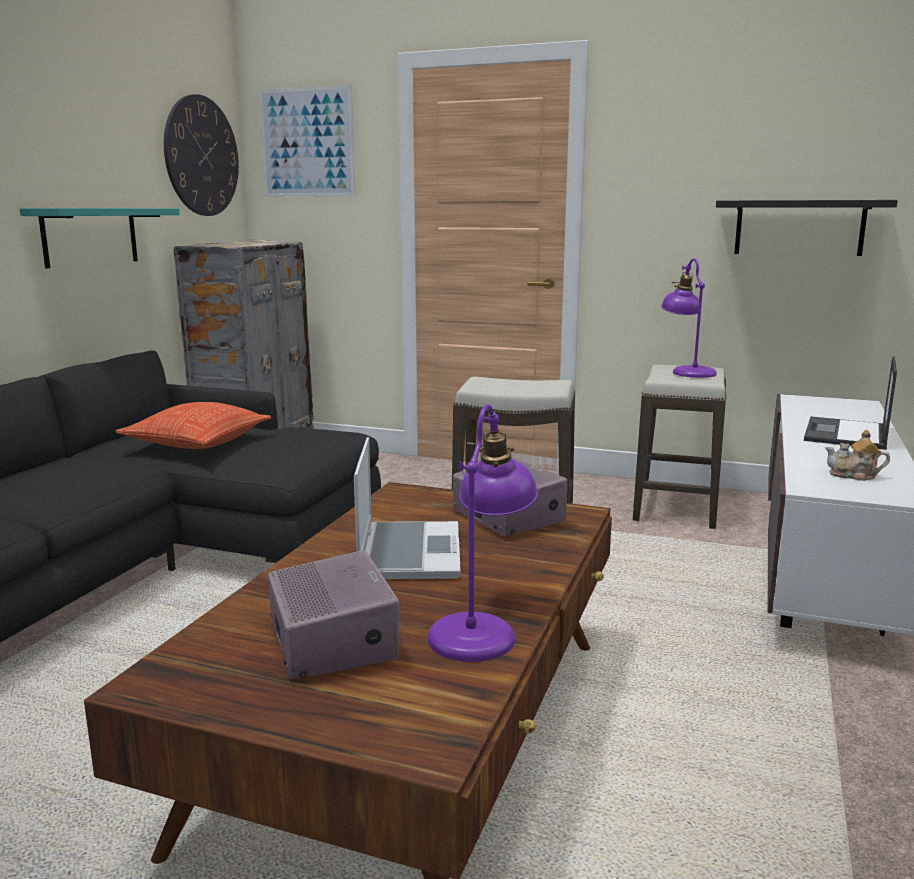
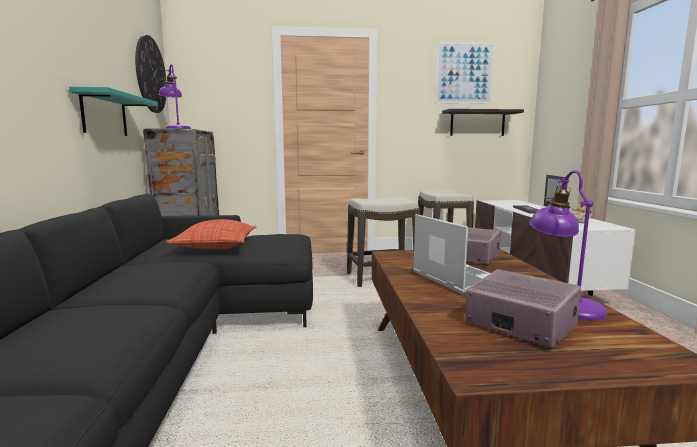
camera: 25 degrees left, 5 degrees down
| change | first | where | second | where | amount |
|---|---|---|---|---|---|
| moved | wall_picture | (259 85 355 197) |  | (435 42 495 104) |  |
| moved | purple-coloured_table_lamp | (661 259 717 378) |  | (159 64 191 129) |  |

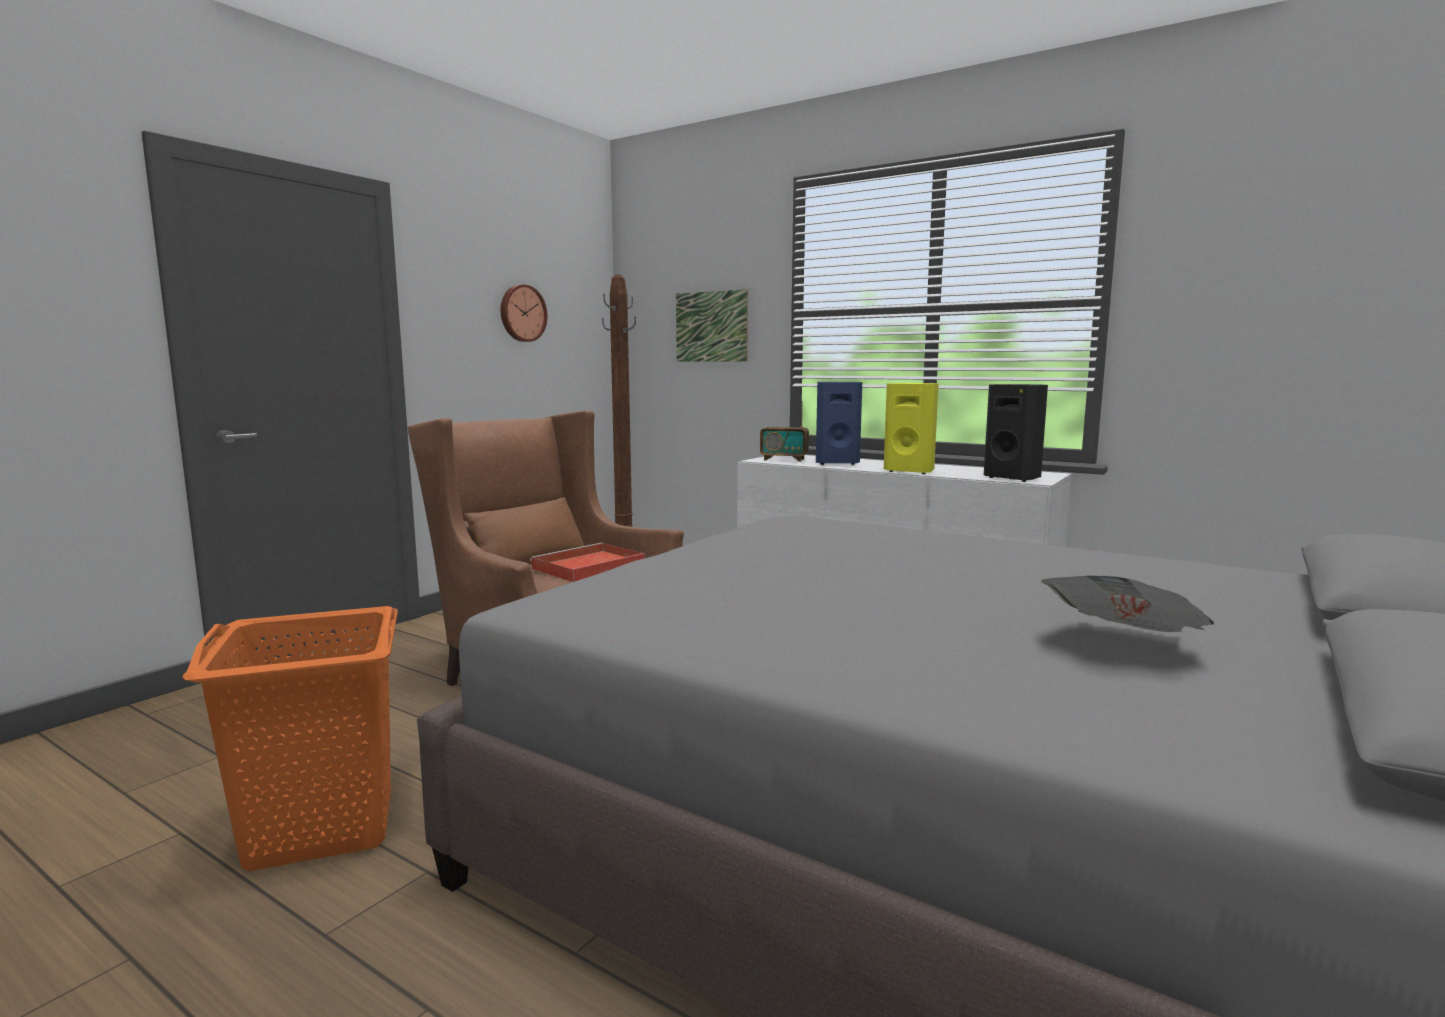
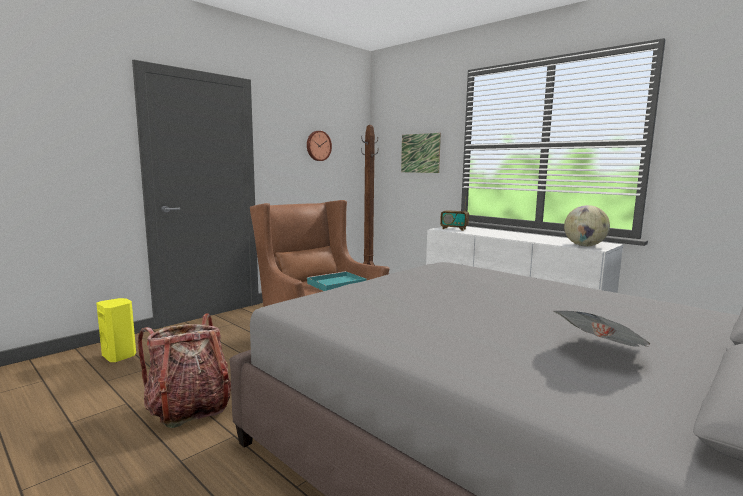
camera: 10 degrees right, 0 degrees up
| change | first | where | second | where | amount |
|---|---|---|---|---|---|
| removed | bluish_audio_speaker | (816 382 862 465) |  |  |  |
| moved | yellow-coloured_audio_speaker | (884 383 939 474) |  | (96 298 136 362) |  |
| replaced | blackish_audio_speaker | (984 384 1048 482) | world_globe | (564 205 610 246) |  |
| recoloured | red-coloured_serving_tray | (530 543 645 582) | turquoise_serving_tray | (307 271 367 291) |  |
| replaced | orangey_hamper | (182 606 398 871) | backpack | (138 313 231 428) |  |

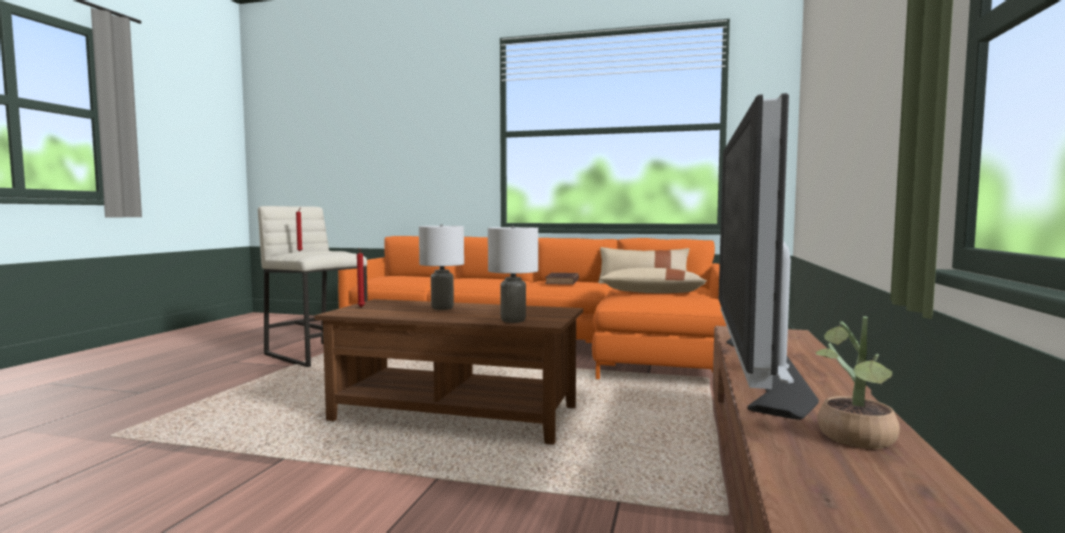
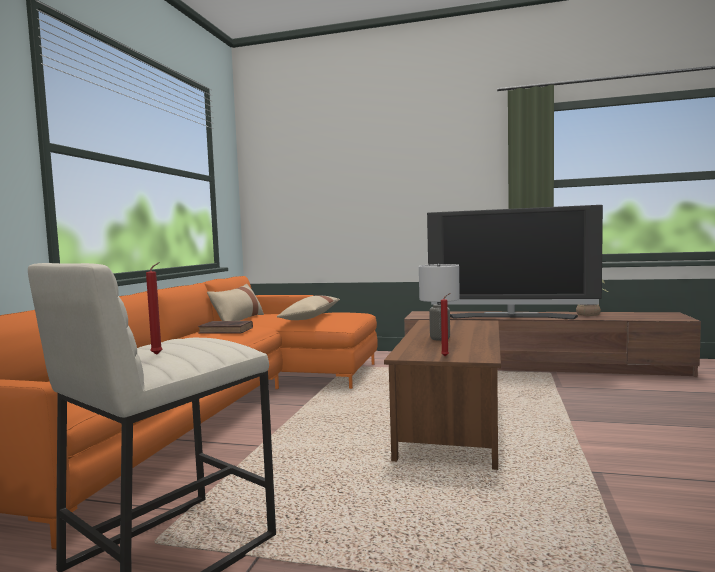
camera: 90 degrees left, 0 degrees up
| change | first | where | second | where | amount |
|---|---|---|---|---|---|
| removed | whitish_table_lamp | (488 226 538 323) |  |  |  |

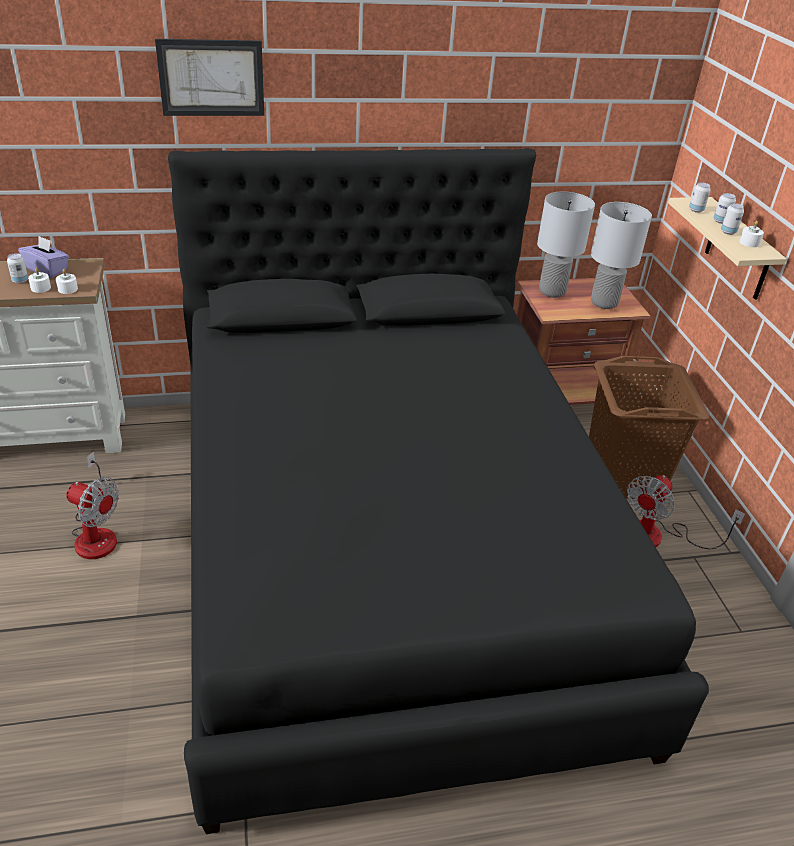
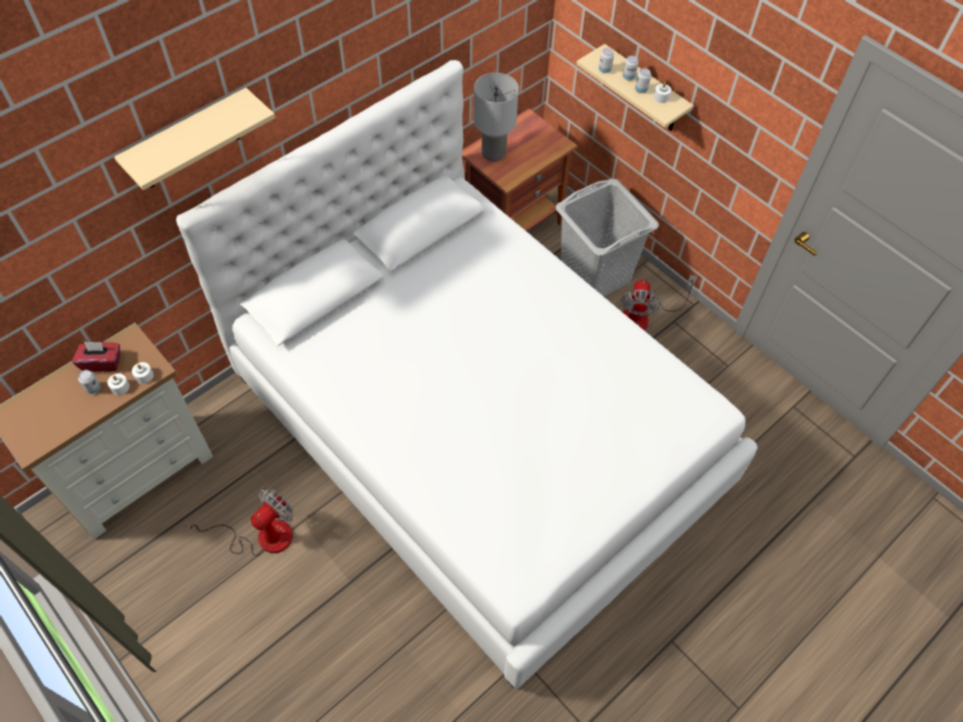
camera: 30 degrees left, 20 degrees up
| change | first | where | second | where | amount |
|---|---|---|---|---|---|
| replaced | wall_picture | (155 39 264 116) | beige_wall_shelf | (114 88 275 190) |  |
| recoloured | blackish_bedroom_bed | (168 148 709 834) | whitish_bedroom_bed | (176 60 758 689) |  |
| removed | greyish_table_lamp | (591 202 652 309) |  |  |  |
| recoloured | purple-coloured_tissue_box | (18 236 69 278) | red-coloured_tissue_box | (72 342 120 372) |  |
| recoloured | brown-coloured_hamper | (589 356 710 499) | greyish_hamper | (556 179 659 296) |  |
| turned | electric_fan | (66 452 119 559) |  | (184 488 294 556) | 45 degrees counterclockwise |

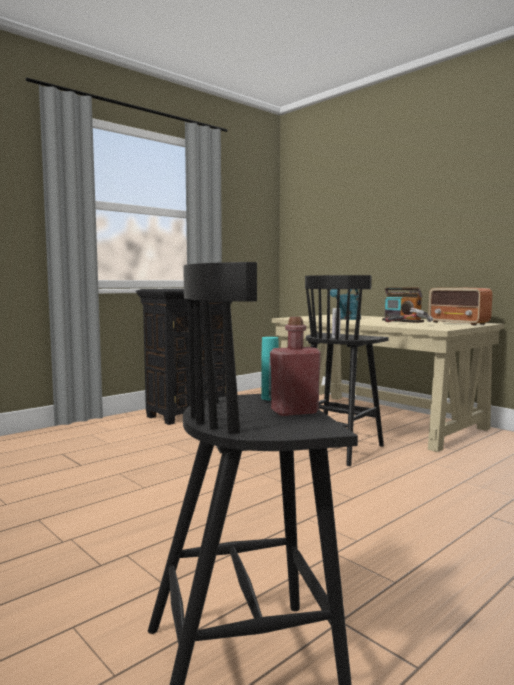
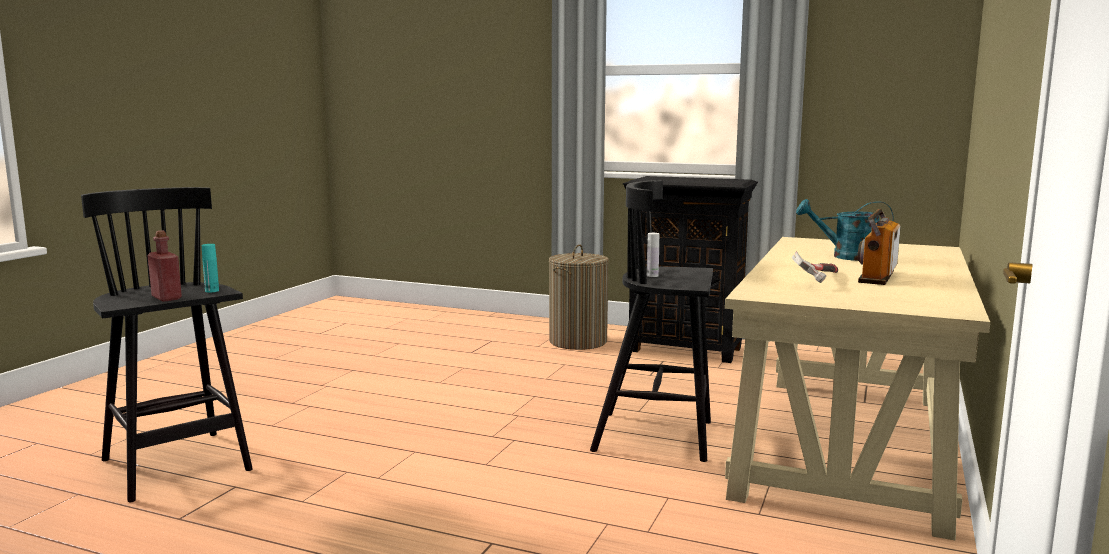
camera: 65 degrees right, 5 degrees up
| change | first | where | second | where | amount |
|---|---|---|---|---|---|
| removed | radio_receiver | (428 288 492 325) |  |  |  |
| added |  |  | hamper | (549 244 609 350) |  |

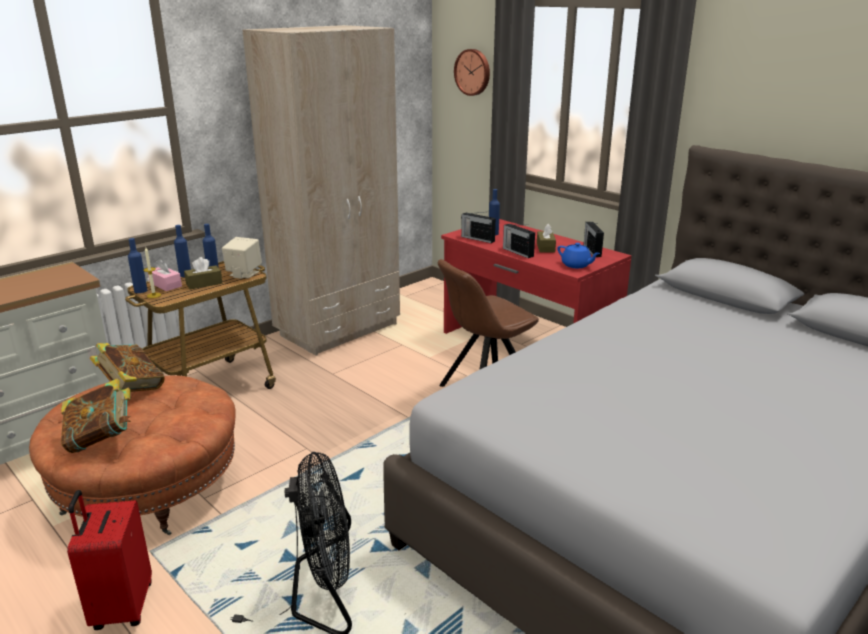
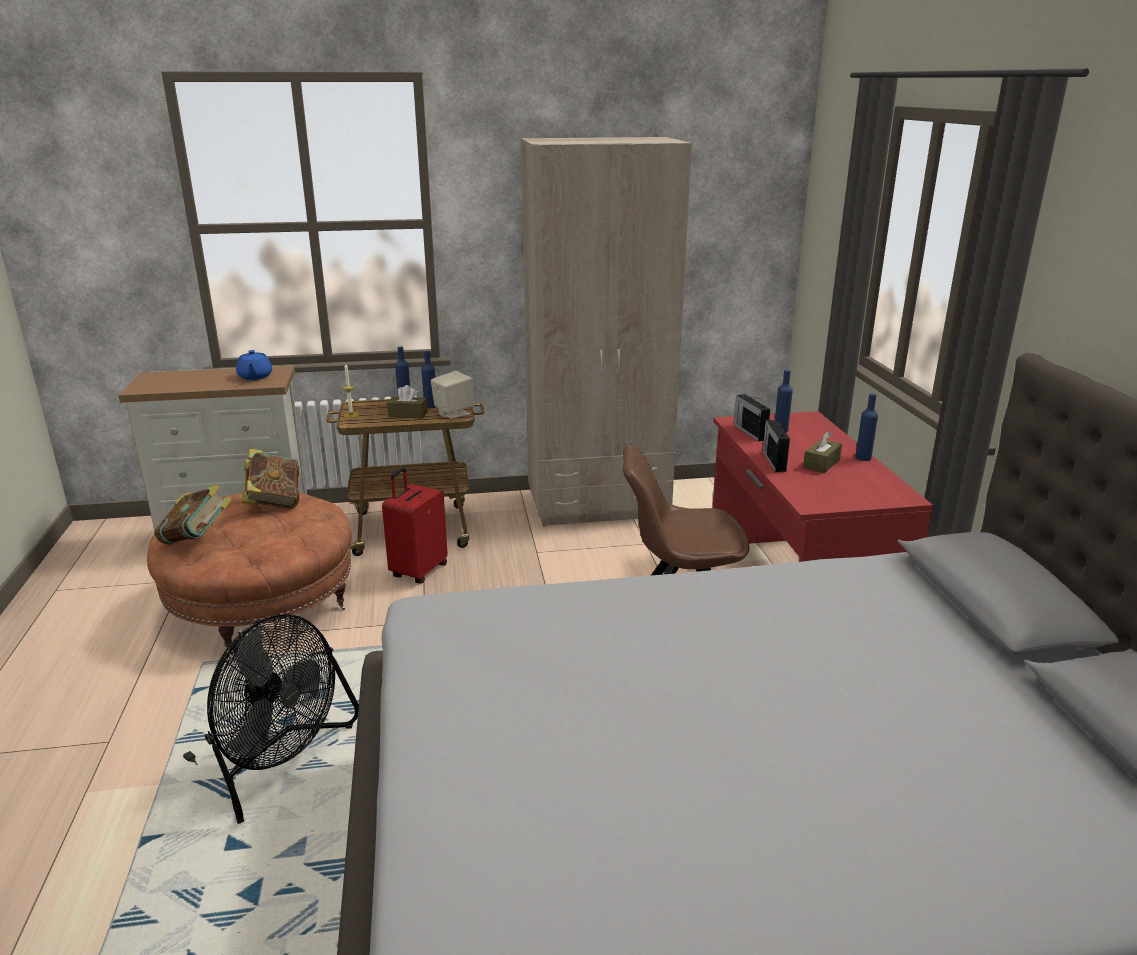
camera: 35 degrees right, 0 degrees up
| change | first | where | second | where | amount |
|---|---|---|---|---|---|
| removed | wall_clock | (454 49 490 96) |  |  |  |
| removed | radio_receiver | (584 222 604 257) |  |  |  |
| moved | bluish_beverage_bottle | (128 238 147 293) |  | (855 393 878 461) |  |
| moved | bluish_tea_pot | (558 243 600 268) |  | (236 350 272 380) |  |
| removed | pink-coloured_tissue_box | (148 259 182 291) |  |  |  |
| moved | red-coloured_travel_case | (67 490 152 630) |  | (382 467 448 584) |  |

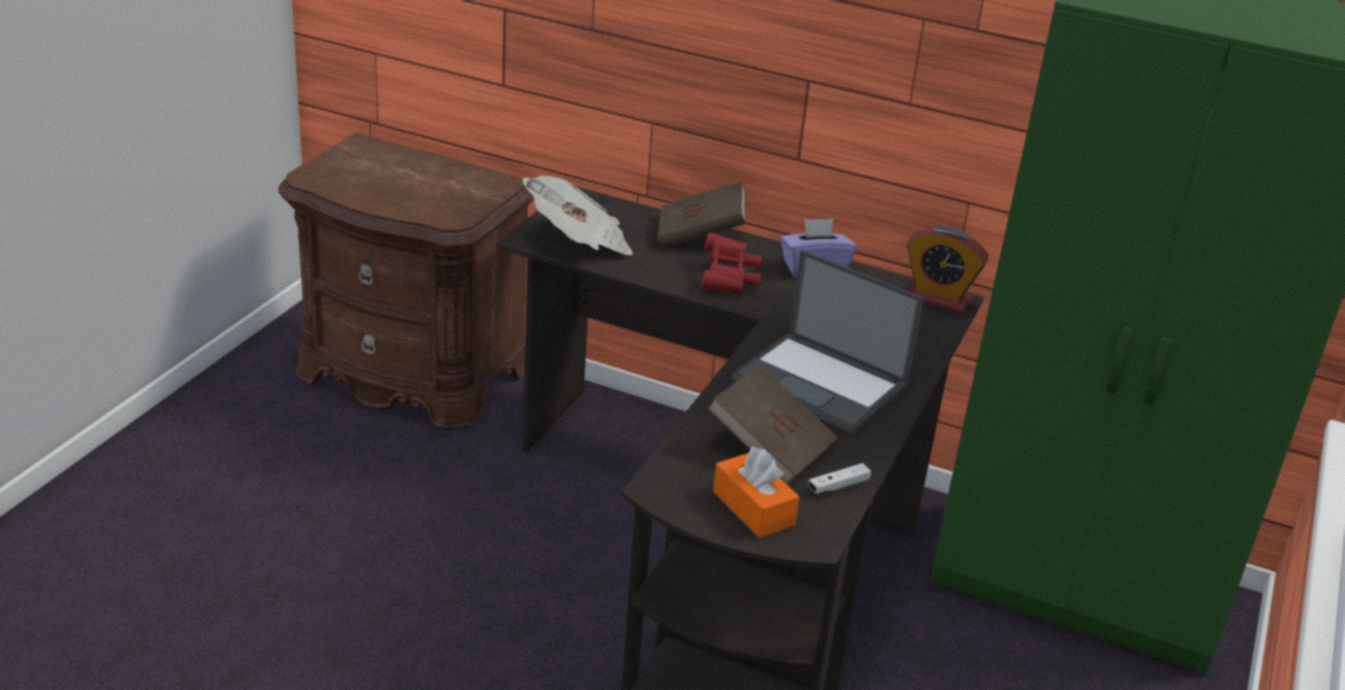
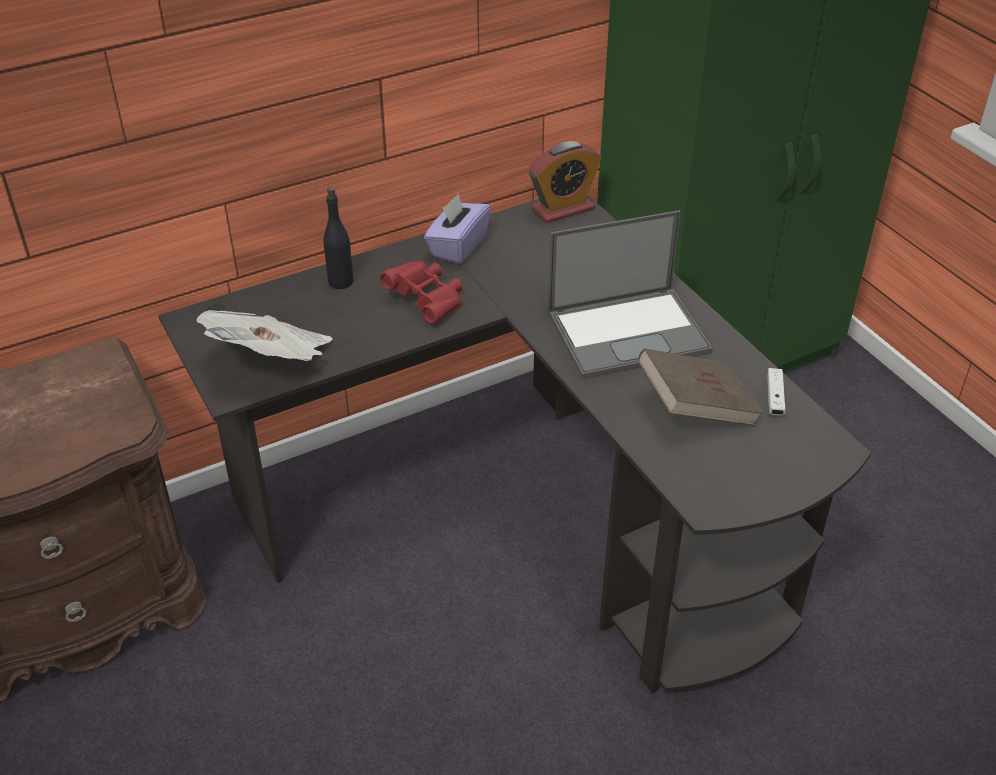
camera: 50 degrees left, 10 degrees up
| change | first | where | second | where | amount |
|---|---|---|---|---|---|
| replaced | brown-coloured_volume | (658 181 746 248) | blackish_beverage_bottle | (323 186 354 289) |  |
| removed | orangey_tissue_box | (713 447 800 538) |  |  |  |

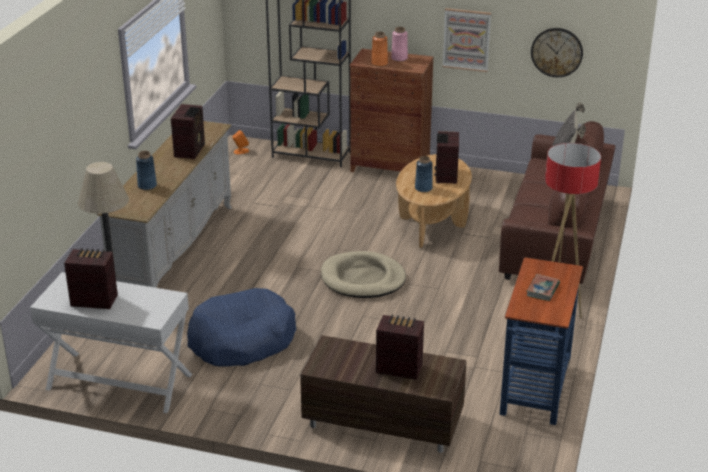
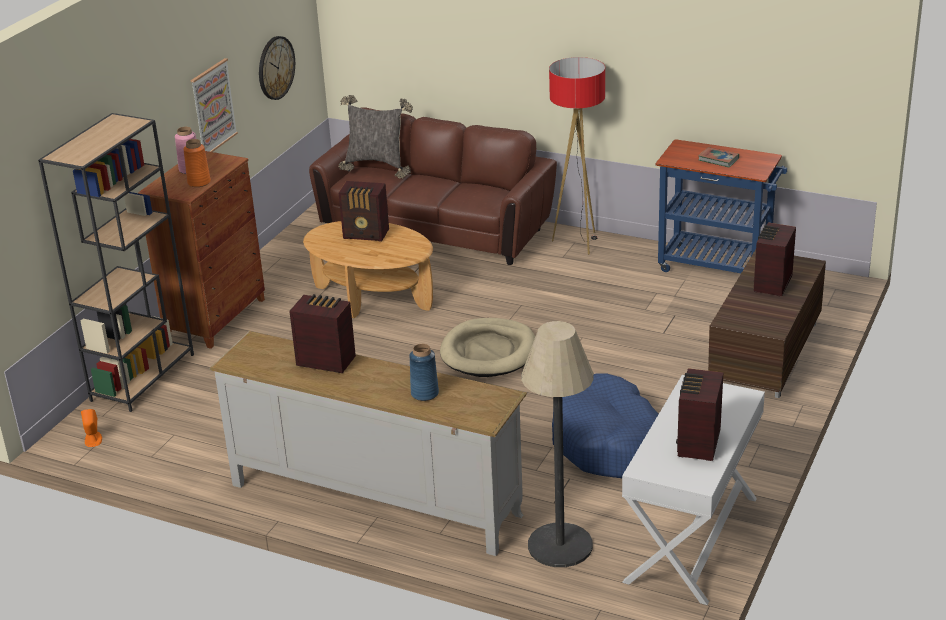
camera: 80 degrees left, 0 degrees up
| change | first | where | second | where | amount |
|---|---|---|---|---|---|
| removed | bluish_vase | (415 156 433 192) |  |  |  |

